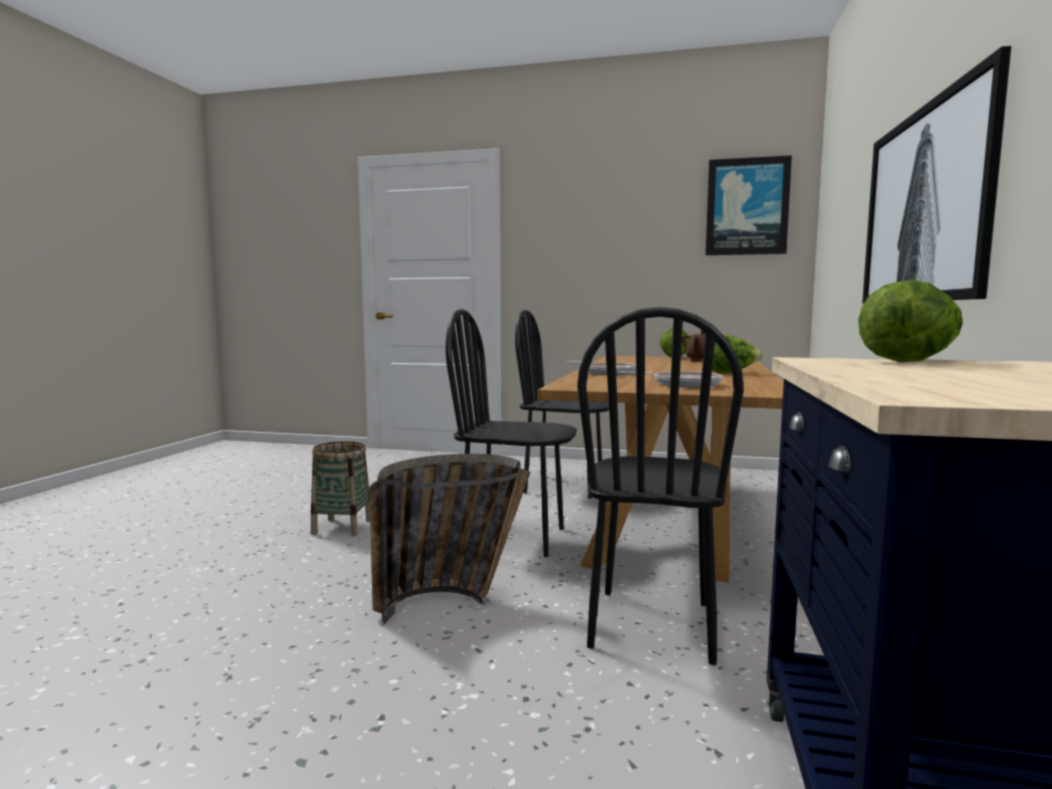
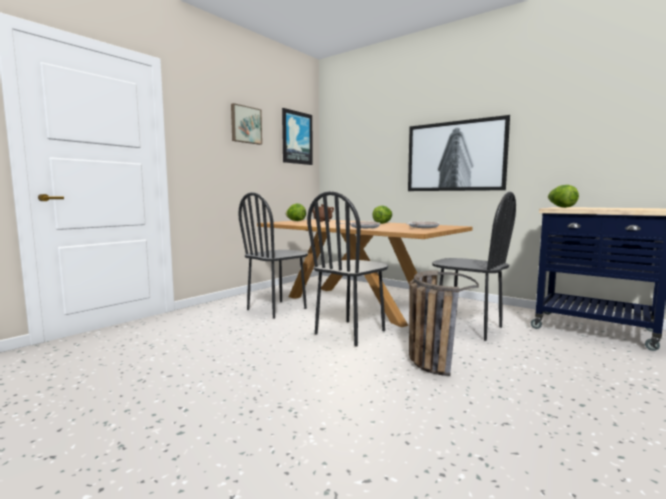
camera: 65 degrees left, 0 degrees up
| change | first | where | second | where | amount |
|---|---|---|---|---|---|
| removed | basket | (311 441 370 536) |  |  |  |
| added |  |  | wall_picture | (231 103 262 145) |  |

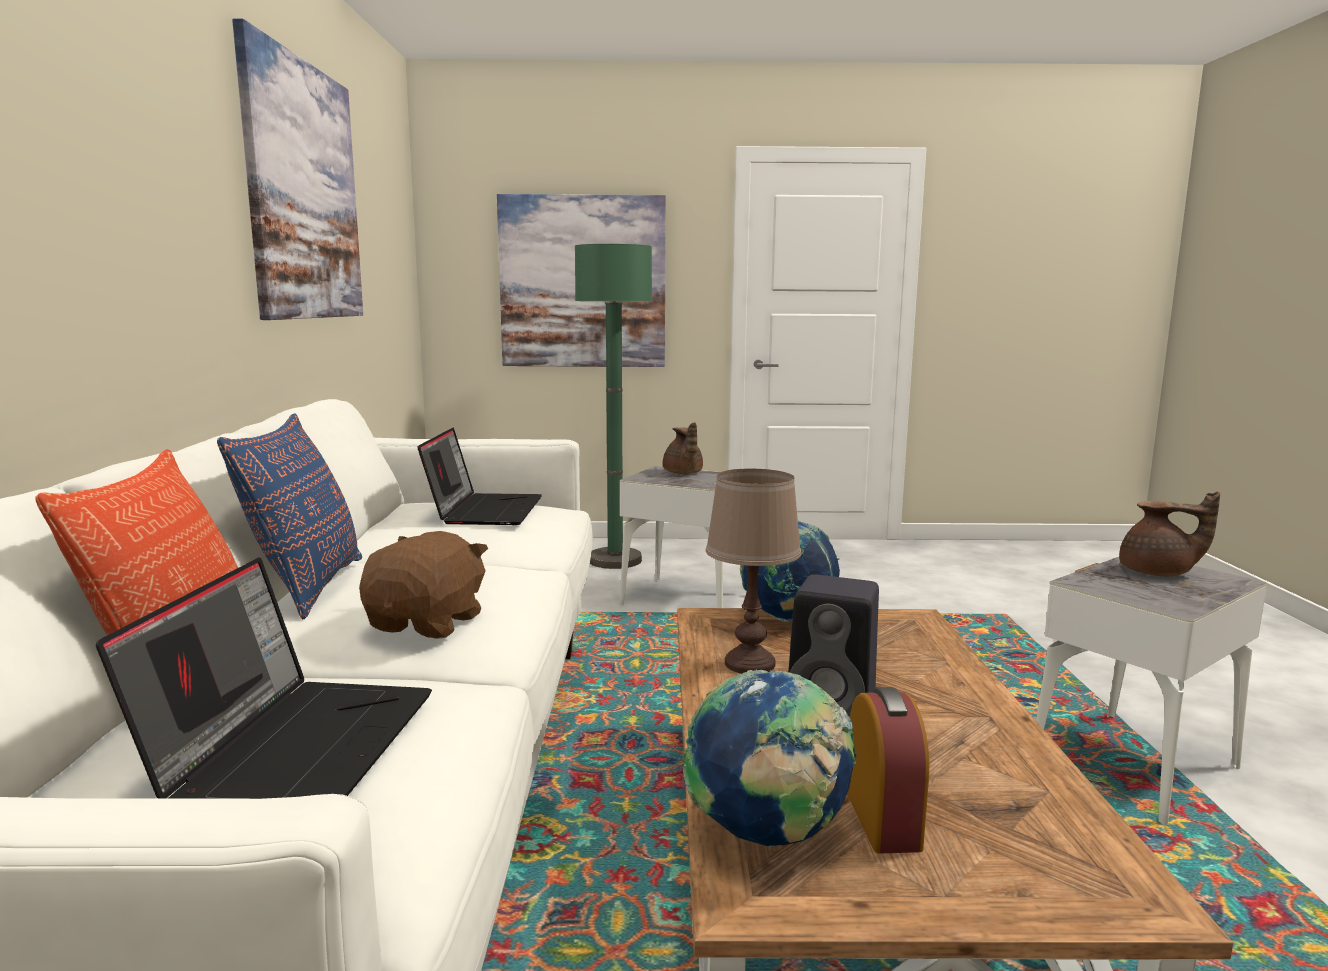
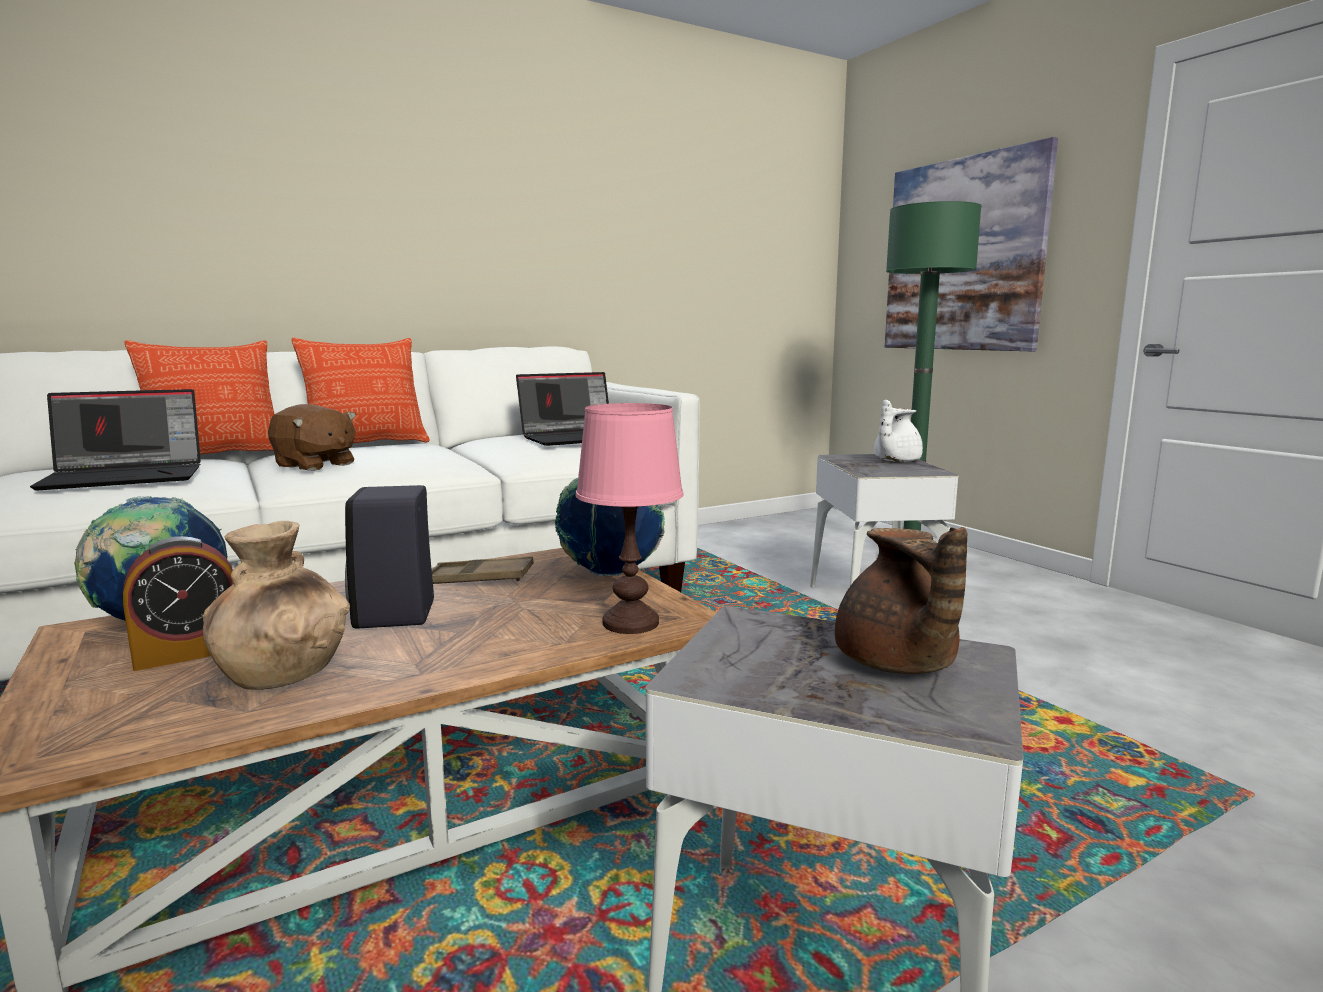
camera: 60 degrees right, 0 degrees up
| change | first | where | second | where | amount |
|---|---|---|---|---|---|
| removed | wall_picture | (232 19 363 320) |  |  |  |
| recoloured | bluish_throw_pillow | (217 413 362 619) | orangey_throw_pillow | (292 338 429 443) |  |
| recoloured | brown-coloured_tea_pot | (663 422 703 474) | whitish_tea_pot | (874 400 923 462) |  |
| replaced | brown-coloured_table_lamp | (706 469 801 674) | brown-coloured_serving_tray | (432 556 534 584) |  |
| turned | brown-coloured_soft_toy | (359 531 488 639) |  | (268 404 356 471) | 45 degrees clockwise |
| added |  |  | pink-coloured_table_lamp | (576 403 684 634) |  |
| added |  |  | brown-coloured_vase | (203 521 350 690) |  |

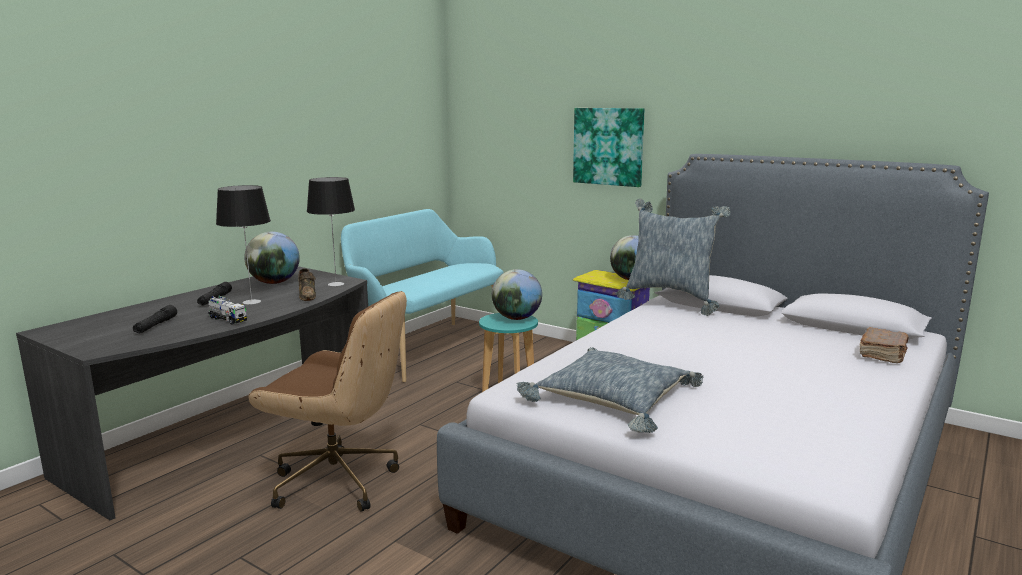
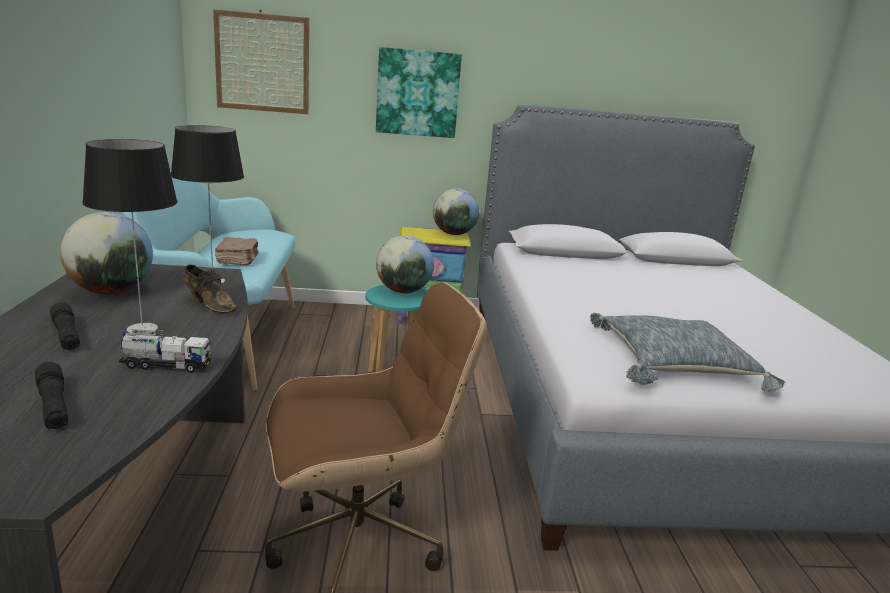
camera: 40 degrees left, 5 degrees up
| change | first | where | second | where | amount |
|---|---|---|---|---|---|
| removed | throw_pillow | (615 199 730 316) |  |  |  |
| moved | brown-coloured_volume | (860 327 909 363) |  | (215 237 259 265) |  |
| added |  |  | wall_picture | (213 9 309 114) |  |

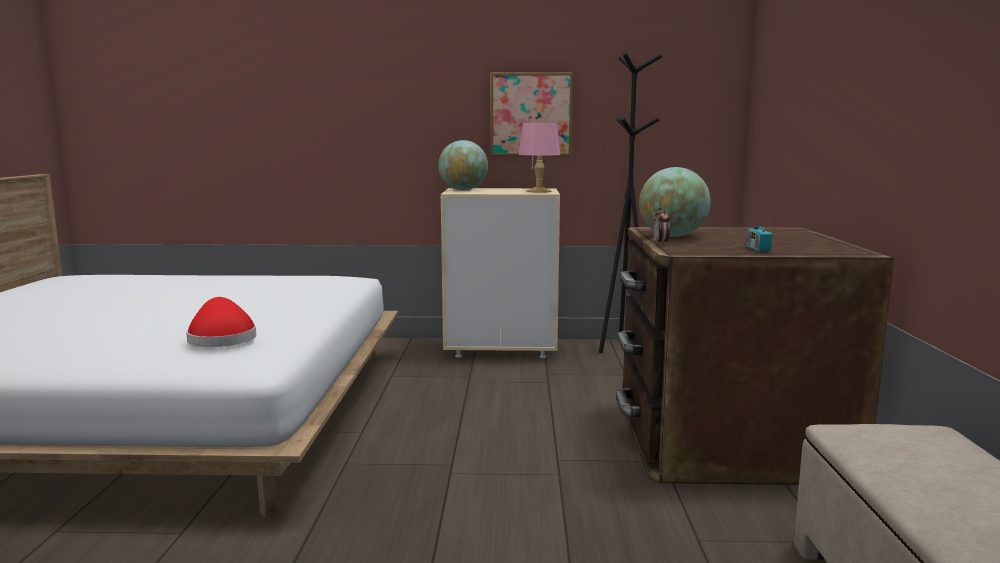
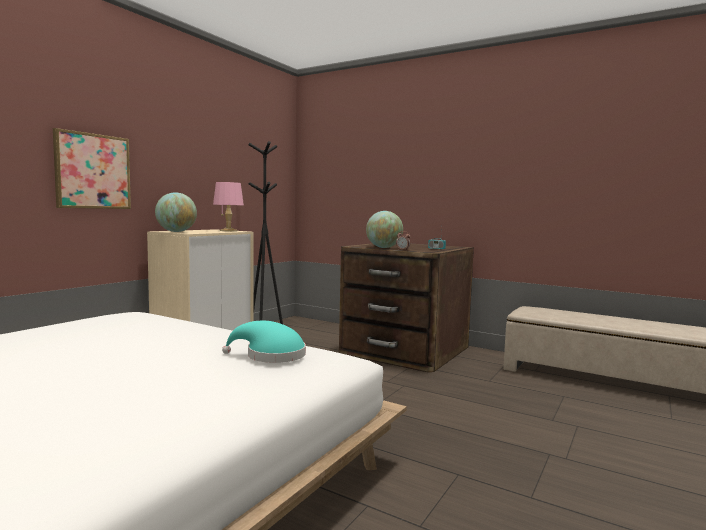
camera: 60 degrees left, 5 degrees down
| change | first | where | second | where | amount |
|---|---|---|---|---|---|
| moved | wall_picture | (490 72 573 156) |  | (53 128 131 209) |  |
| recoloured | red-coloured_clothing_hat | (186 297 256 347) | turquoise_clothing_hat | (222 321 306 363) |  |

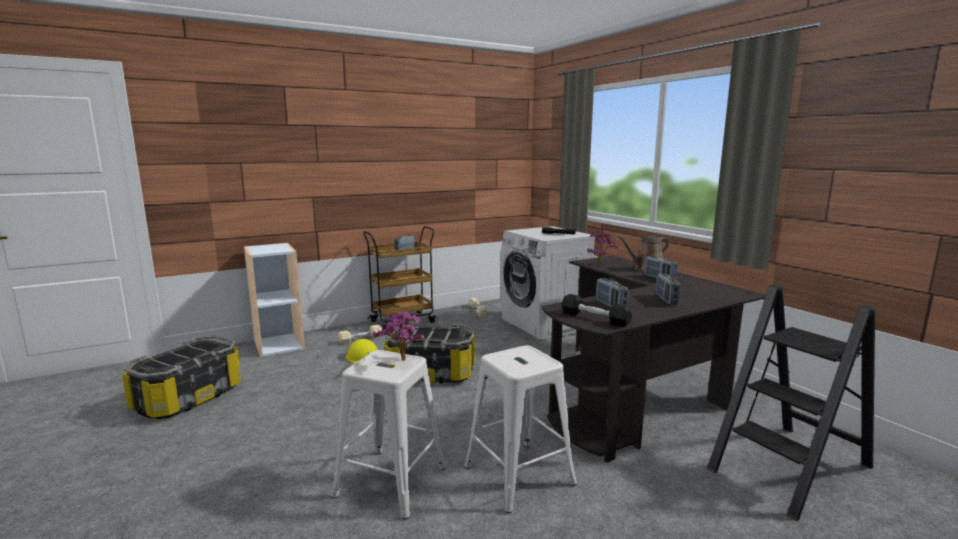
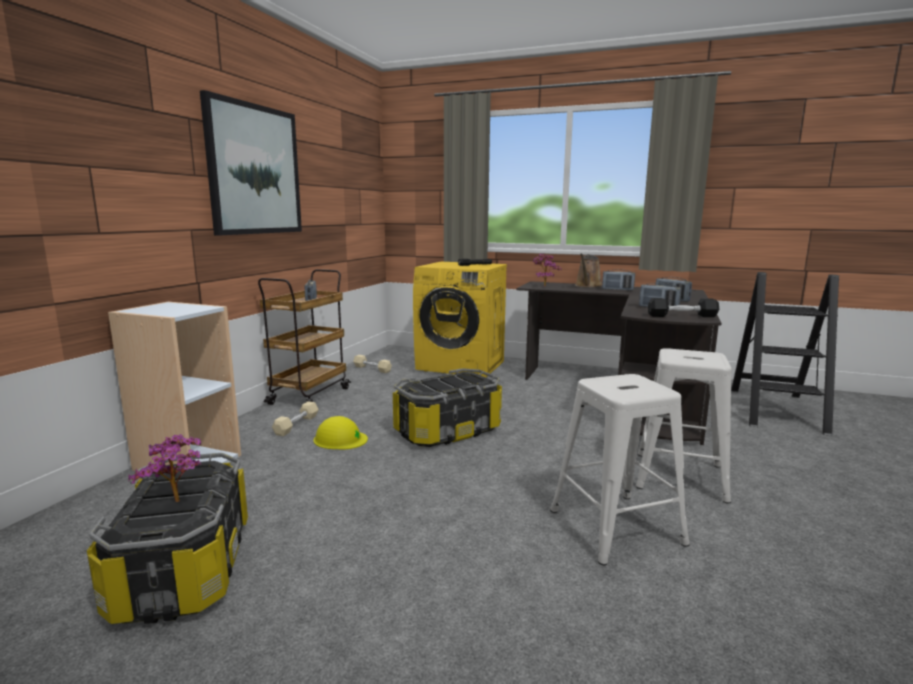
camera: 40 degrees left, 0 degrees up
| change | first | where | second | where | amount |
|---|---|---|---|---|---|
| recoloured | whitish_washing_machine | (500 226 596 340) | yellow-coloured_washing_machine | (413 262 507 378) |  |
| moved | potted_plant | (373 311 424 361) |  | (128 434 201 502) |  |
| added |  |  | wall_picture | (200 90 302 235) |  |

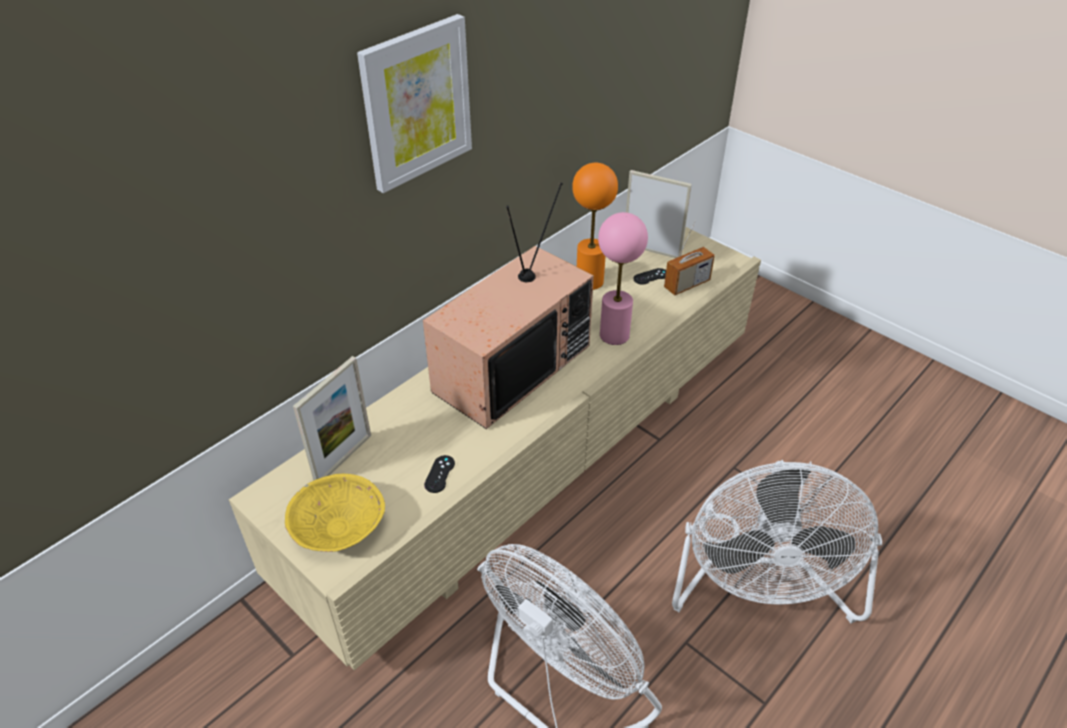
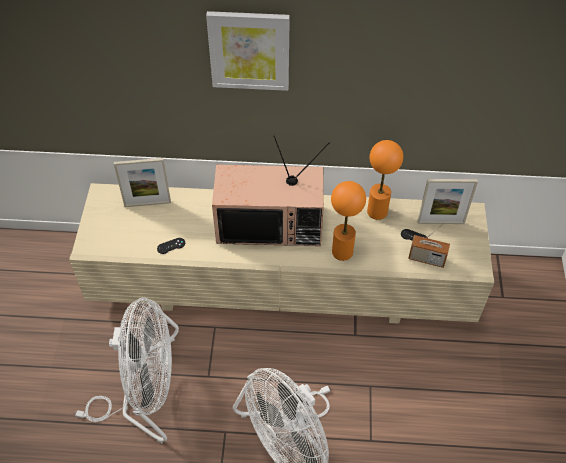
camera: 50 degrees right, 10 degrees up
| change | first | where | second | where | amount |
|---|---|---|---|---|---|
| turned | photo_frame | (626 170 692 258) |  | (417 179 478 224) | 105 degrees clockwise |
| recoloured | pink-coloured_table_lamp | (598 212 648 345) | orangey_table_lamp | (331 181 366 261) |  |
| removed | yellow-coloured_deep_dish | (285 474 385 552) |  |  |  |

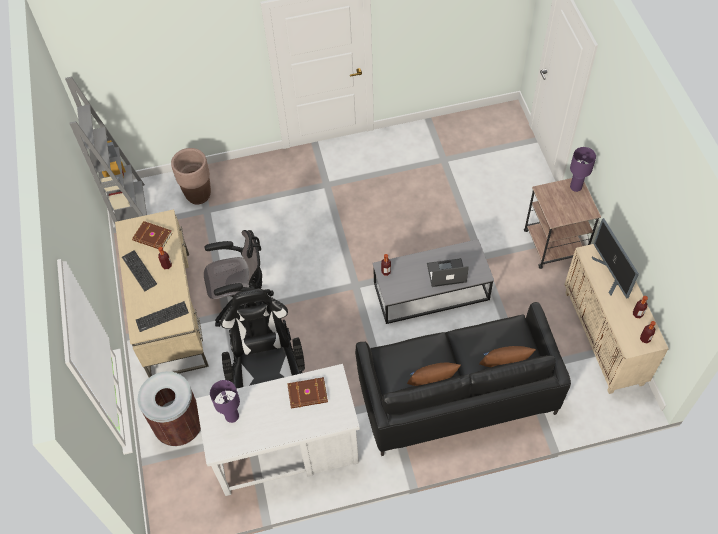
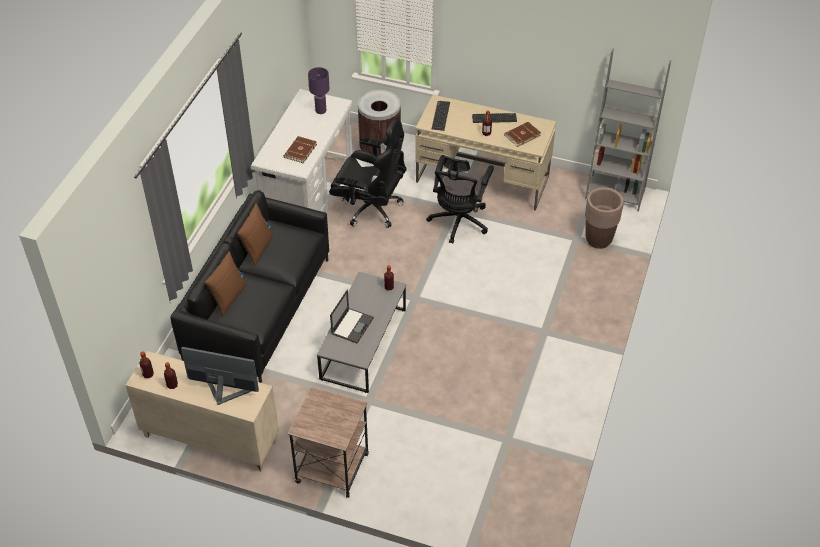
camera: 120 degrees right, 10 degrees down
| change | first | where | second | where | amount |
|---|---|---|---|---|---|
| removed | purple-coloured_table_lamp | (570 147 596 192) |  |  |  |

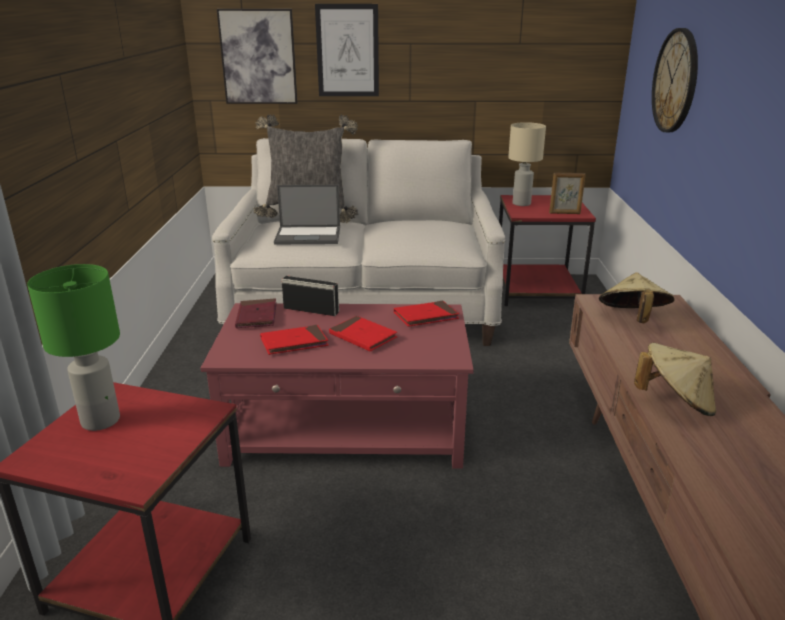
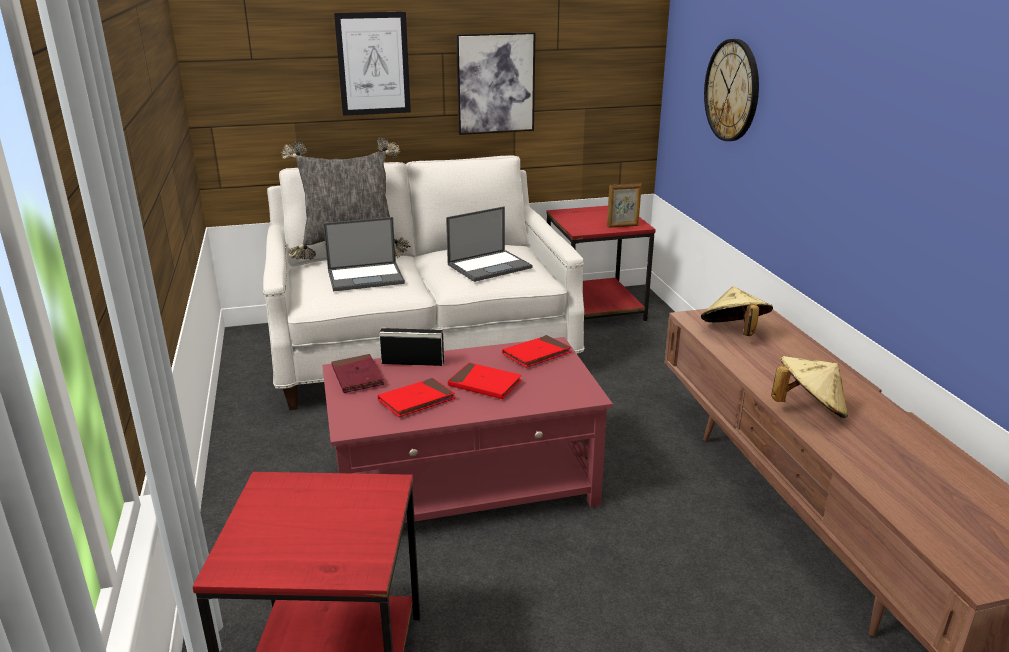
camera: 15 degrees left, 0 degrees up
| change | first | where | second | where | amount |
|---|---|---|---|---|---|
| moved | wall_picture | (217 9 297 104) |  | (456 32 536 135) |  |
| removed | beige_table_lamp | (508 122 546 206) |  |  |  |
| removed | green-coloured_table_lamp | (27 264 120 431) |  |  |  |
| added |  |  | laptop | (446 206 532 282) |  |

